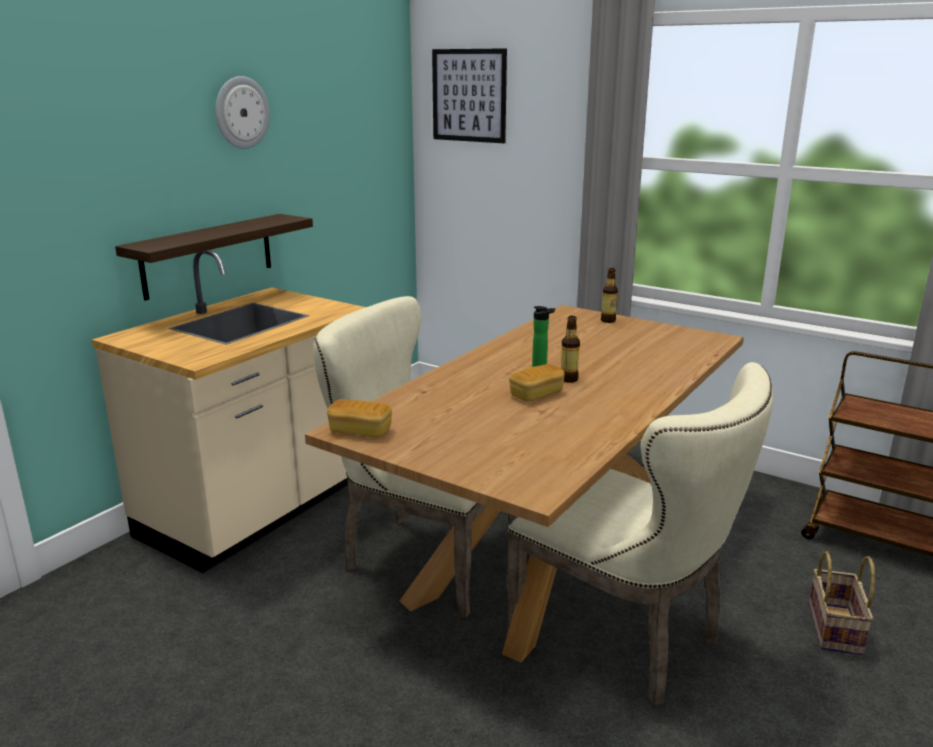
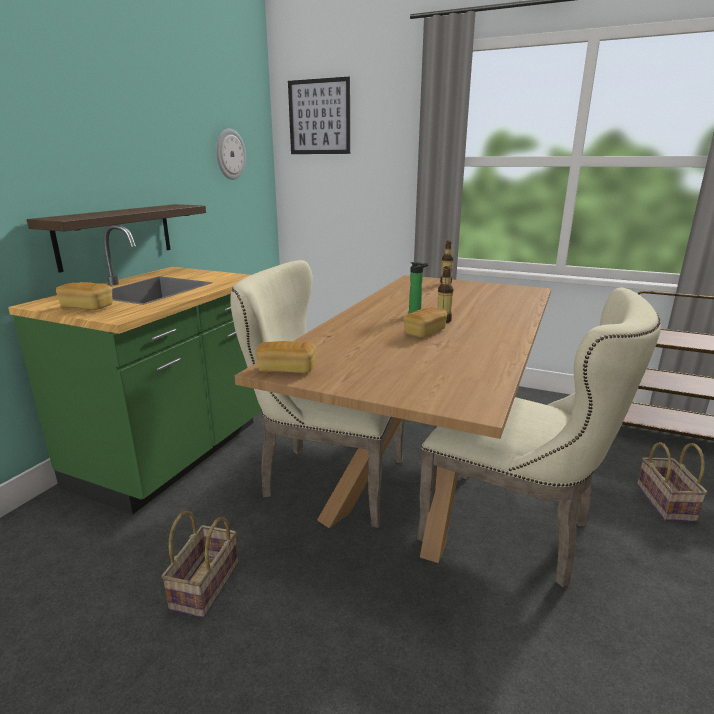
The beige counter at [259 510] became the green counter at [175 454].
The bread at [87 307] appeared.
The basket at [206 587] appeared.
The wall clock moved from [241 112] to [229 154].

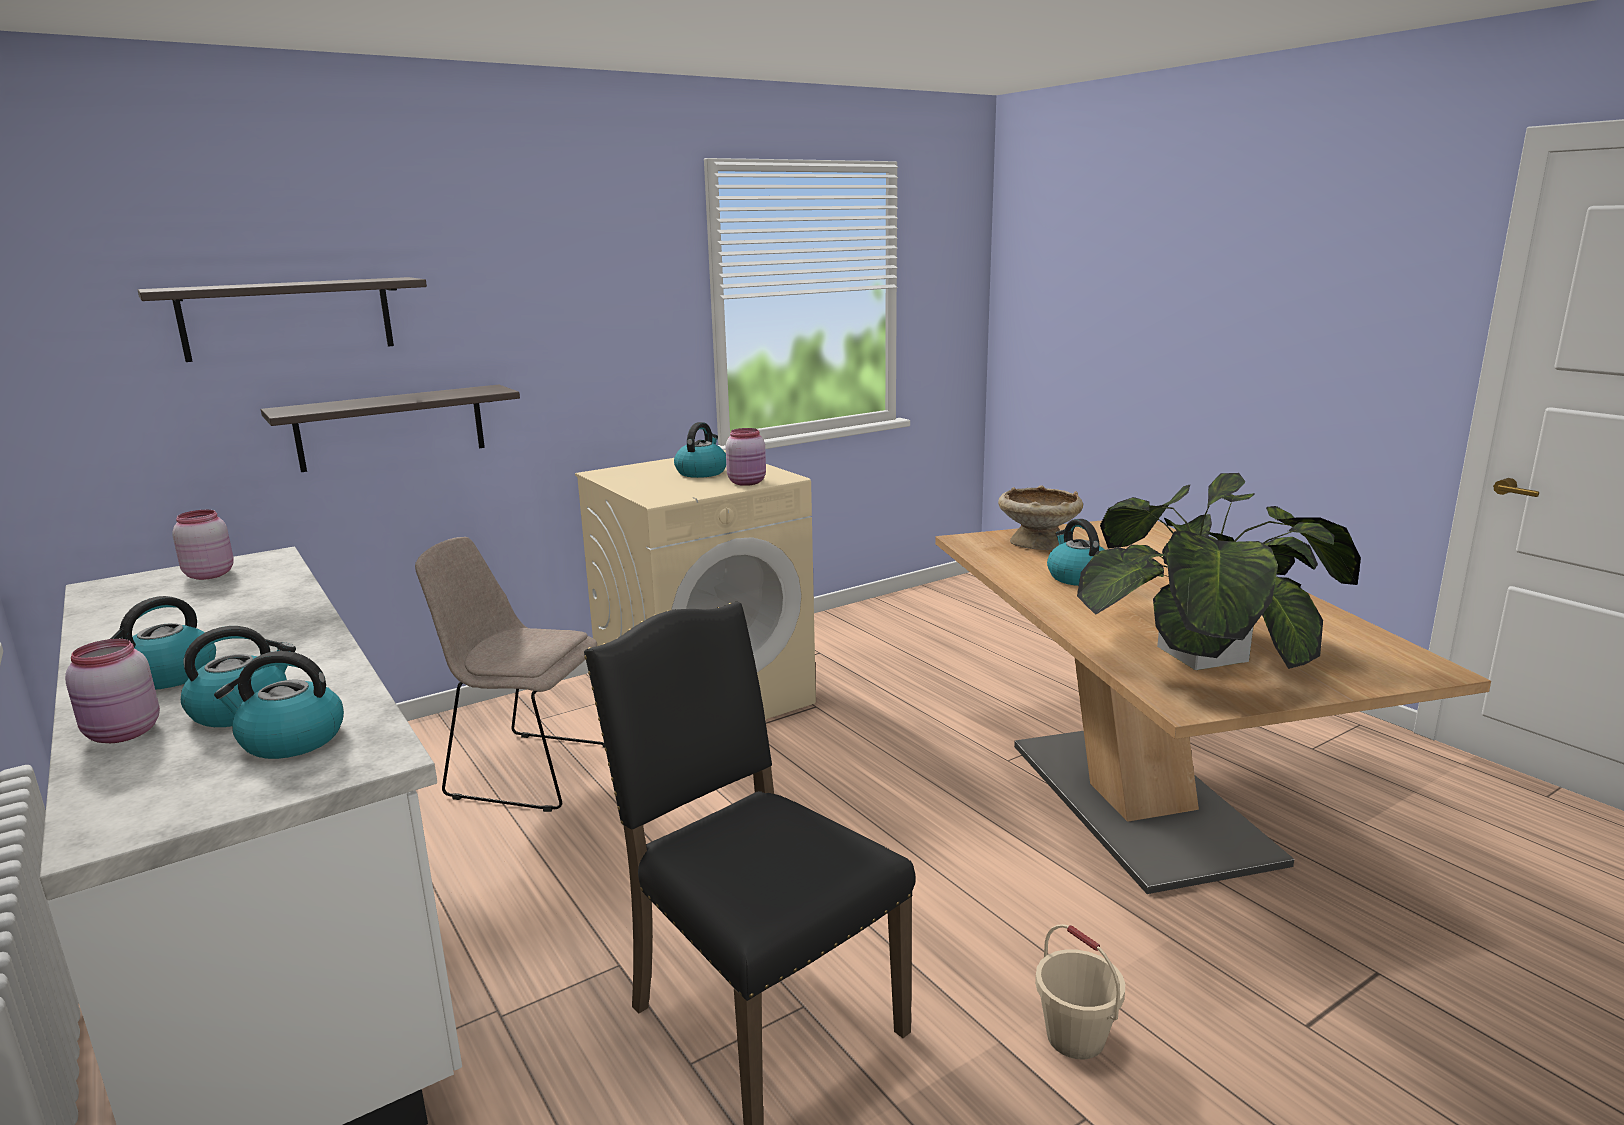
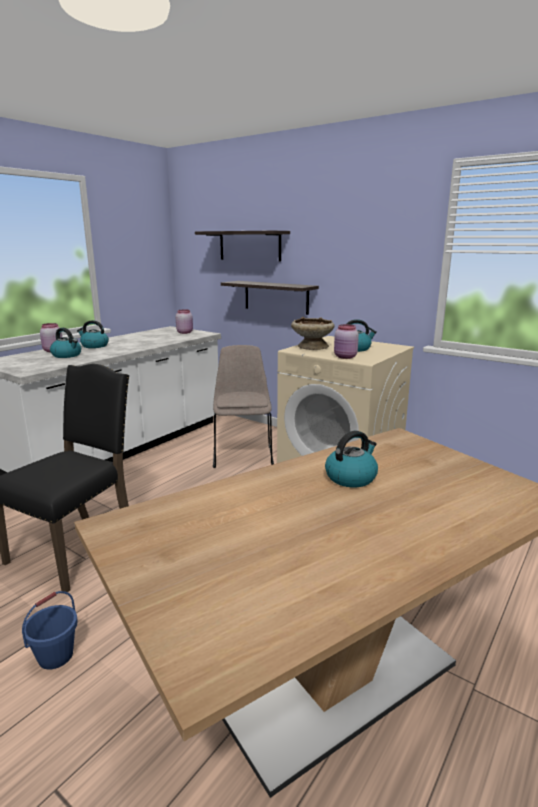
The beige bucket at [1076 1037] became the blue bucket at [56 656].
The beige bowl moved from [1038 543] to [312 347].
The kettle at [290 740] disappeared.
The potted plant at [1201 653] disappeared.

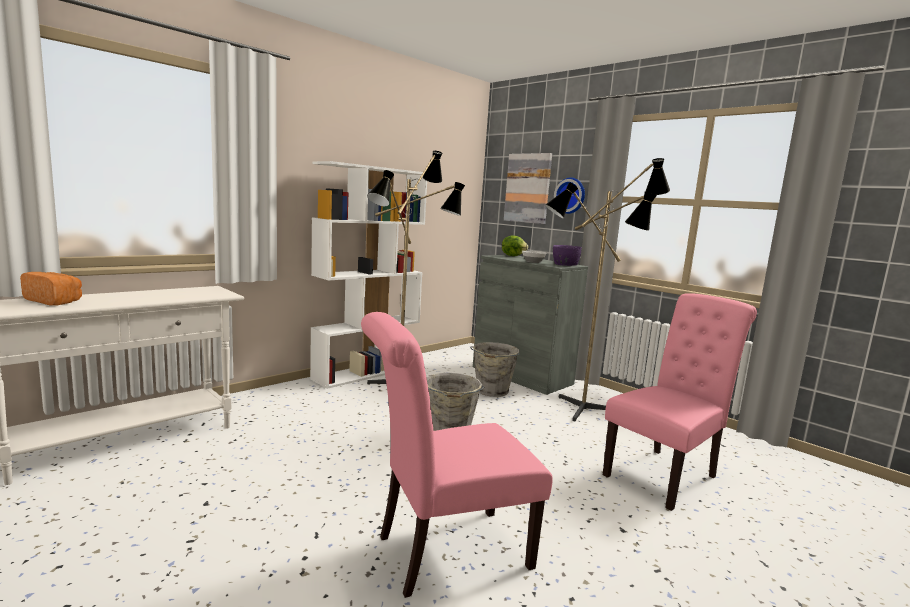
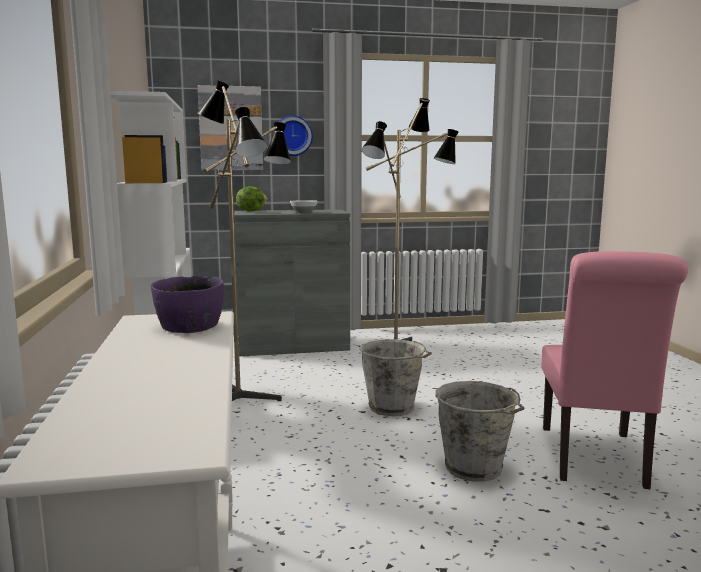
The purple bowl moved from [565 264] to [189 326].
The grey bucket moved from [492 391] to [475 469].
The bread at [55 301] disappeared.
The pink chair at [665 474] disappeared.

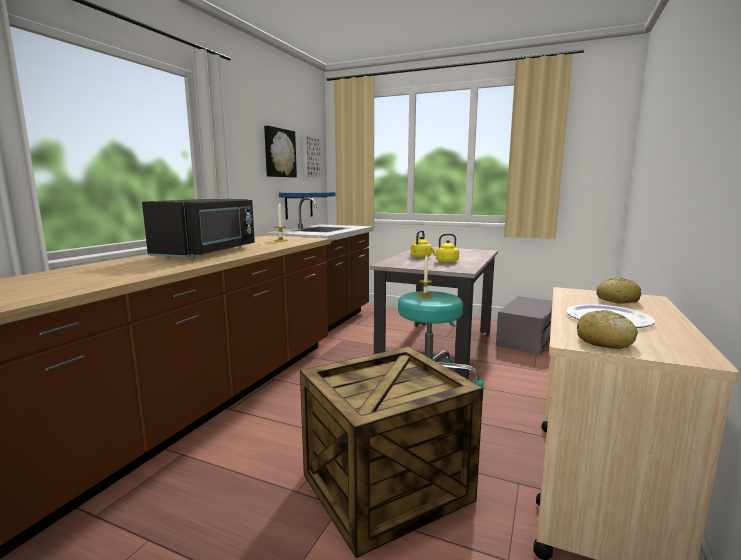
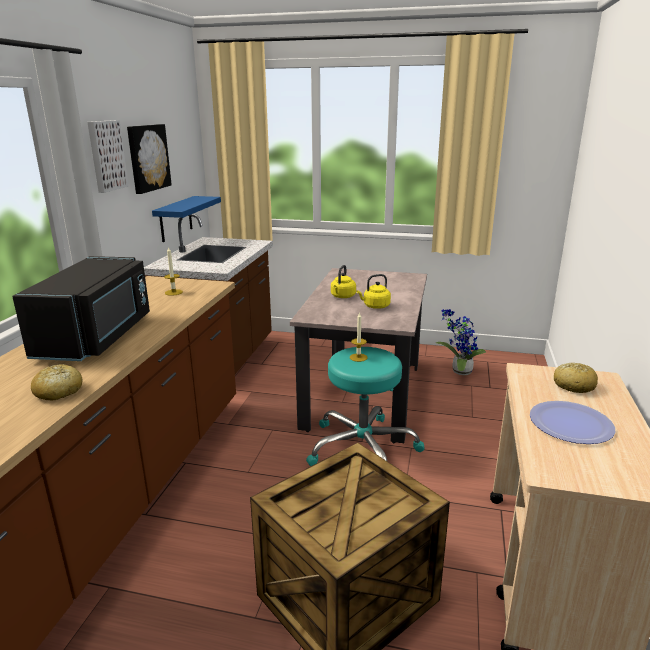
The bread moved from [604 341] to [58 391].
The picture moved from [310 157] to [106 155].
The grey microwave at [527 339] was replaced by the potted plant at [459 371].

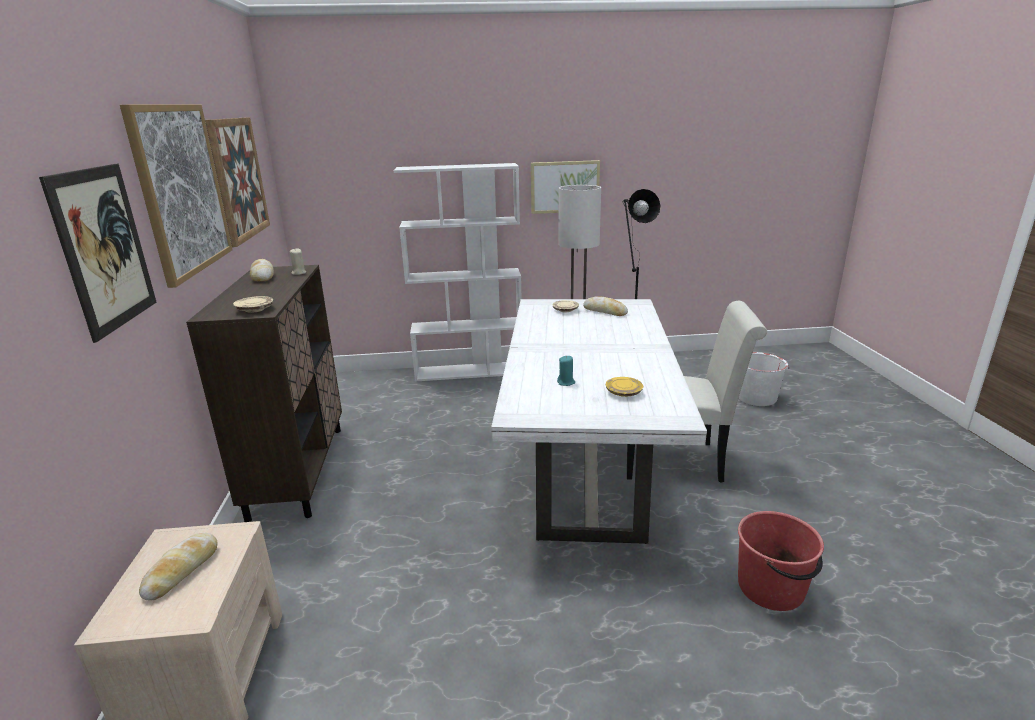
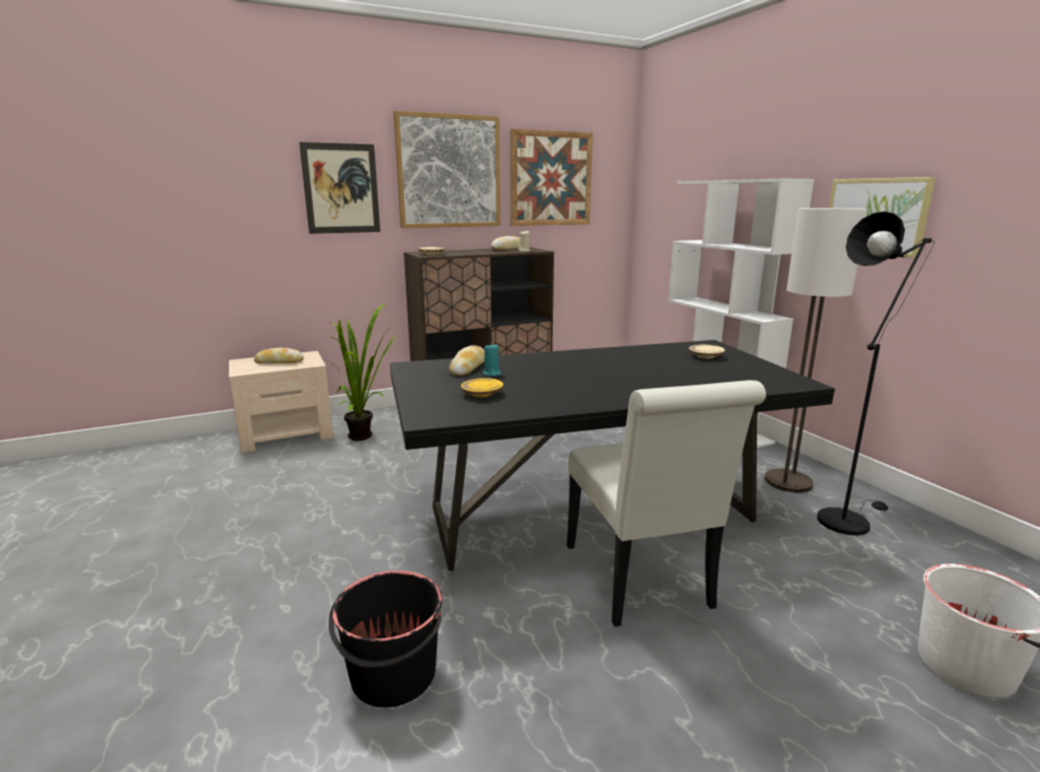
The red bucket at [772 588] became the black bucket at [393 676].
The potted plant at [366 435] appeared.
The white dining table at [587 460] became the black dining table at [589 516].
The bread moved from [605 311] to [468 367].

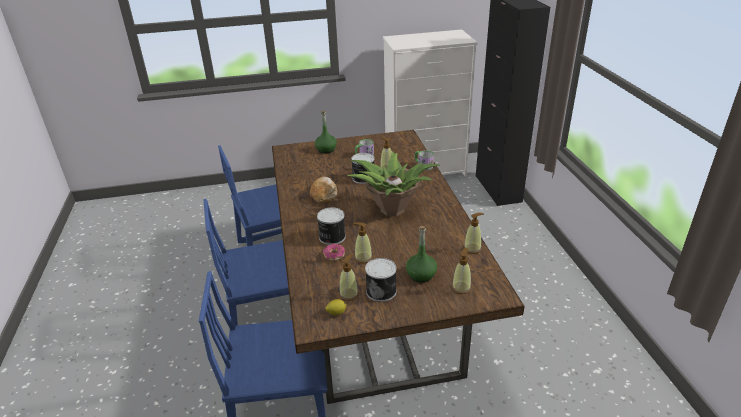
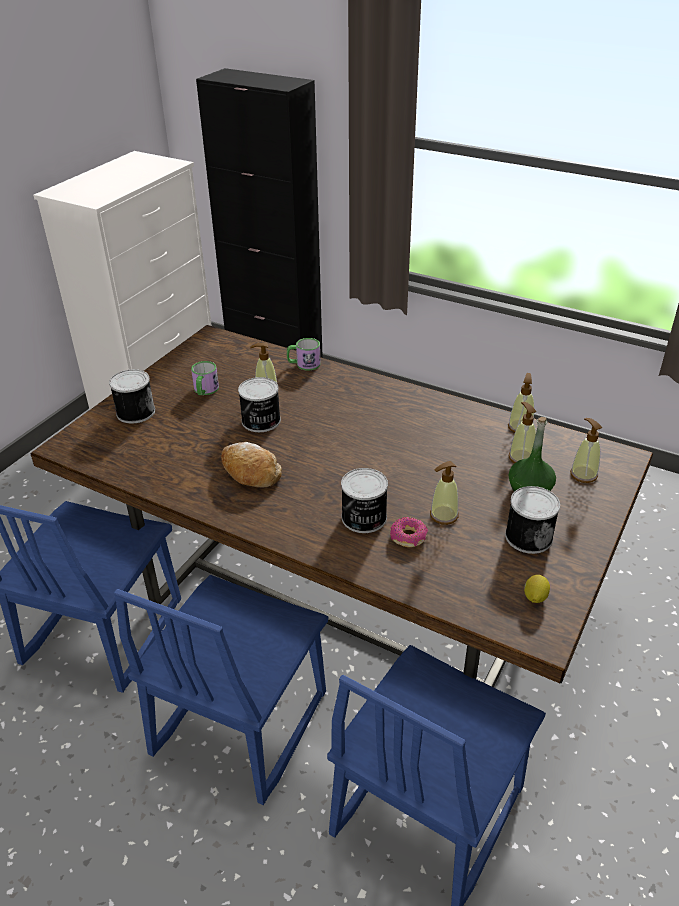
The green bottle at [326 149] was replaced by the can at [134 412].
The soap dispenser moved from [349 294] to [521 457].
The potted plant at [391 208] disappeared.

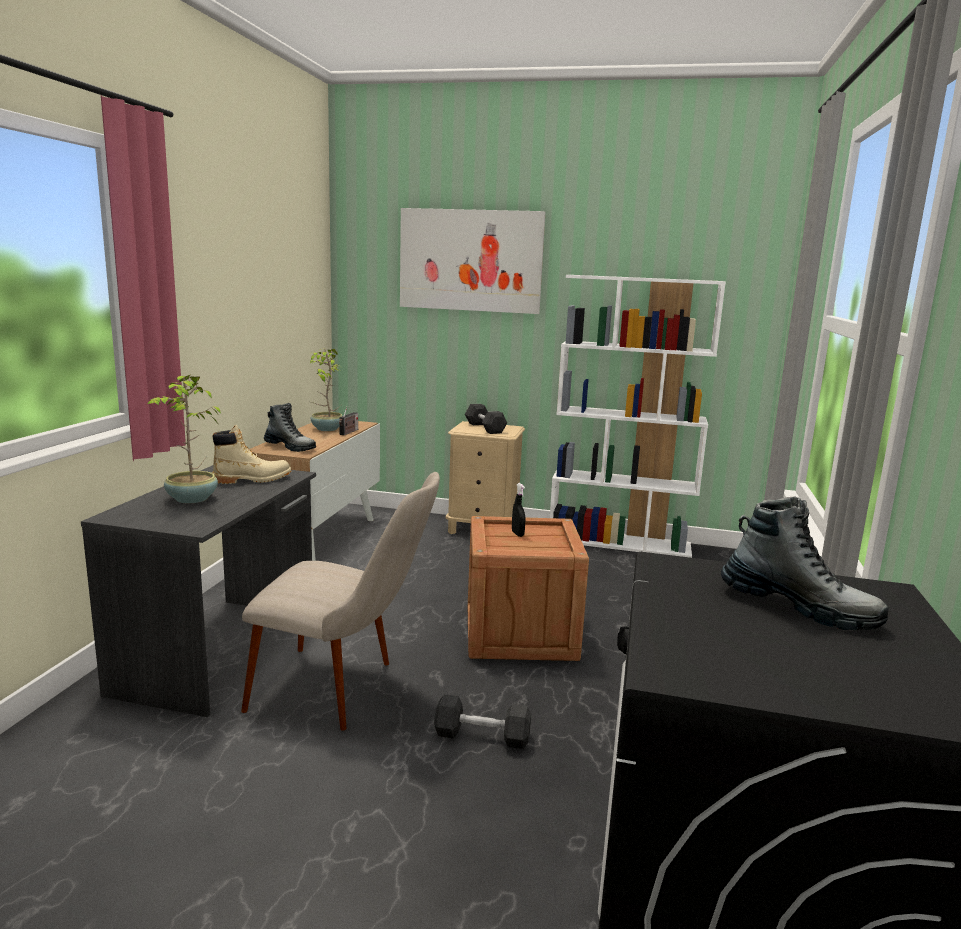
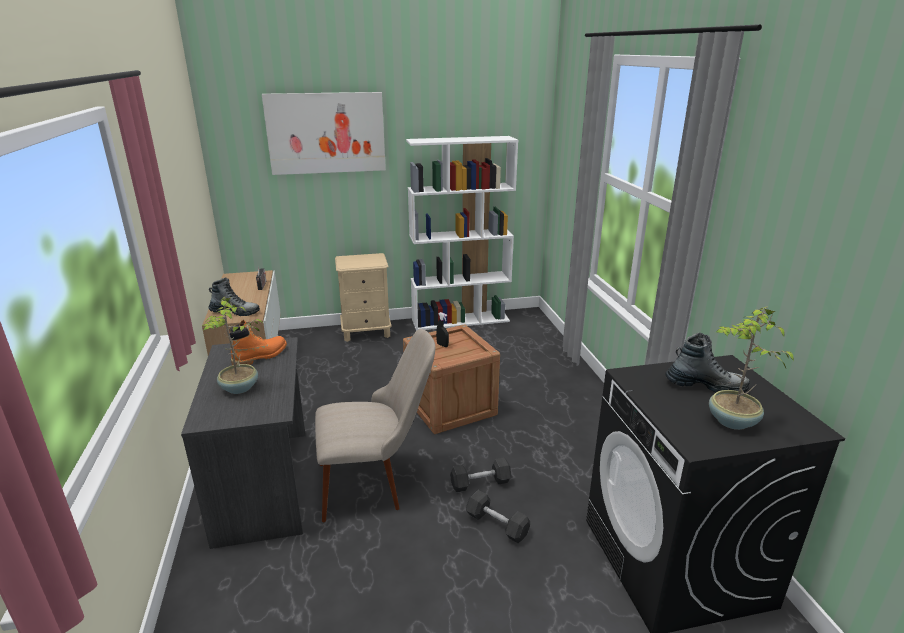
The beige boot at [252 479] became the orange boot at [260 356].
The grey dumbbell moved from [485 428] to [497 524].
The potted plant moved from [326 429] to [731 422].

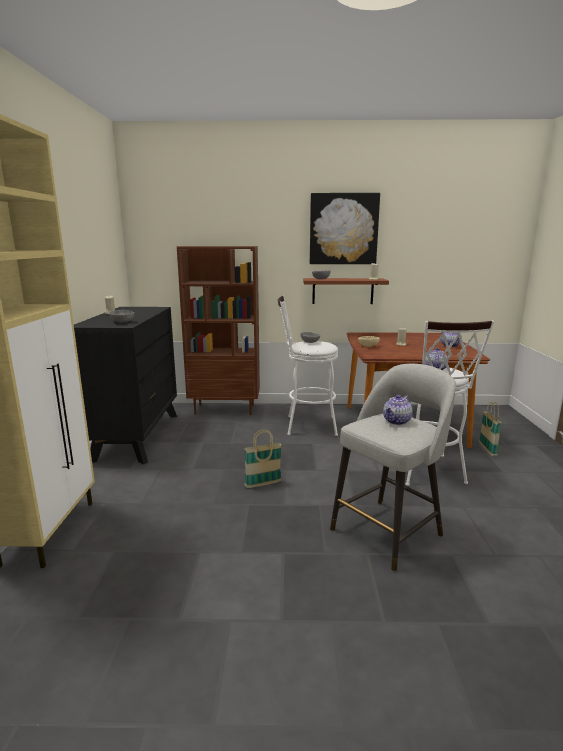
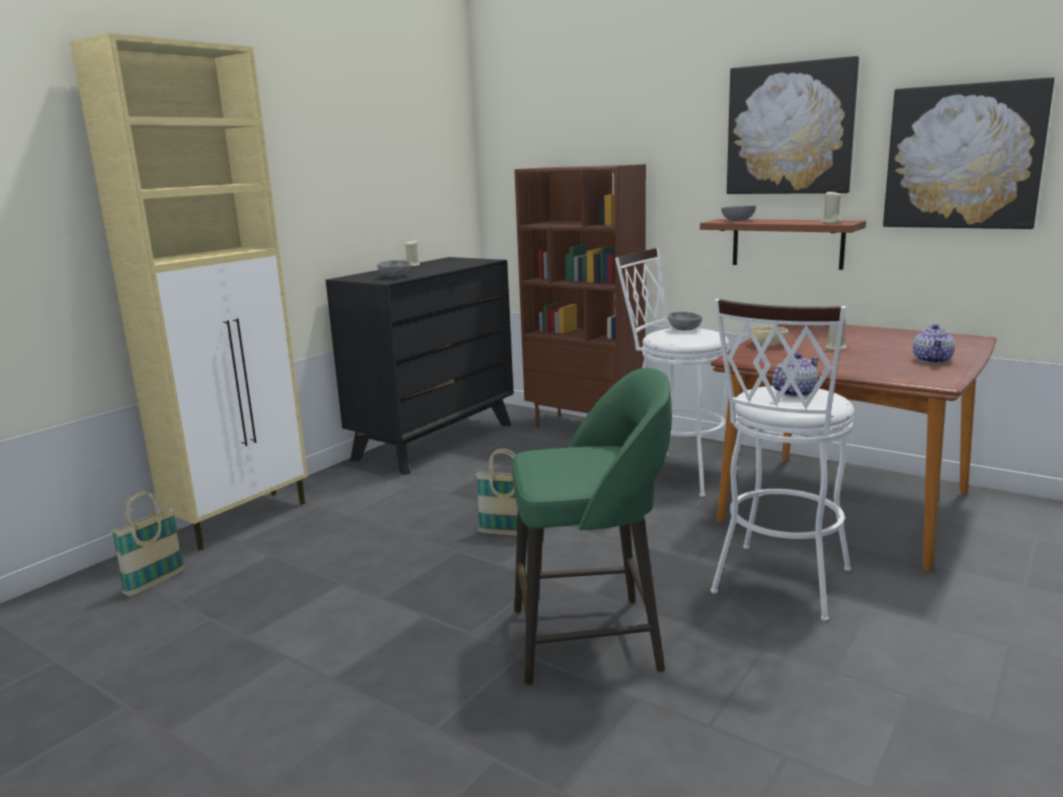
The basket moved from [487 449] to [155 583].
The grey stool at [388 531] became the green stool at [590 638].
The picture at [963 157] appeared.
The teapot at [397 421] disappeared.

